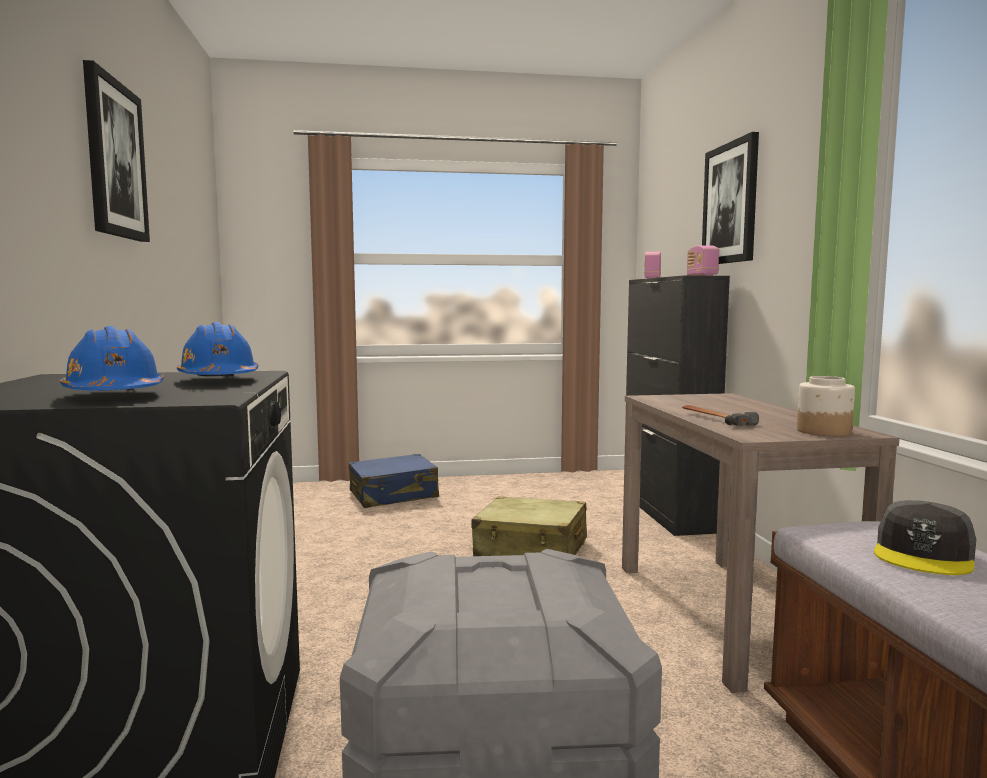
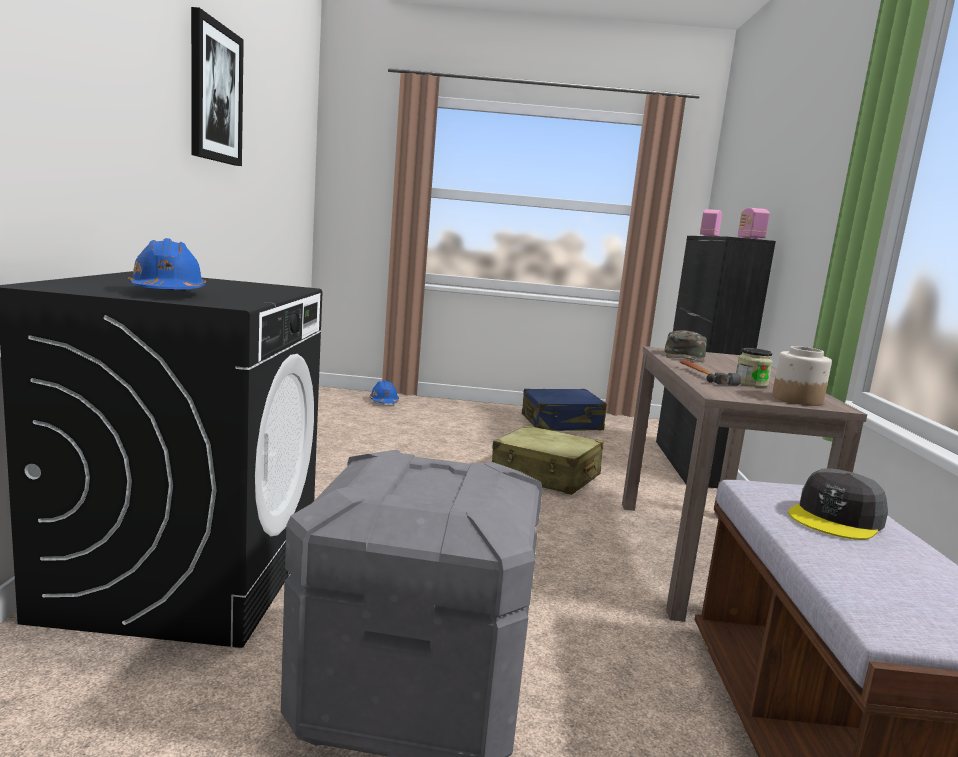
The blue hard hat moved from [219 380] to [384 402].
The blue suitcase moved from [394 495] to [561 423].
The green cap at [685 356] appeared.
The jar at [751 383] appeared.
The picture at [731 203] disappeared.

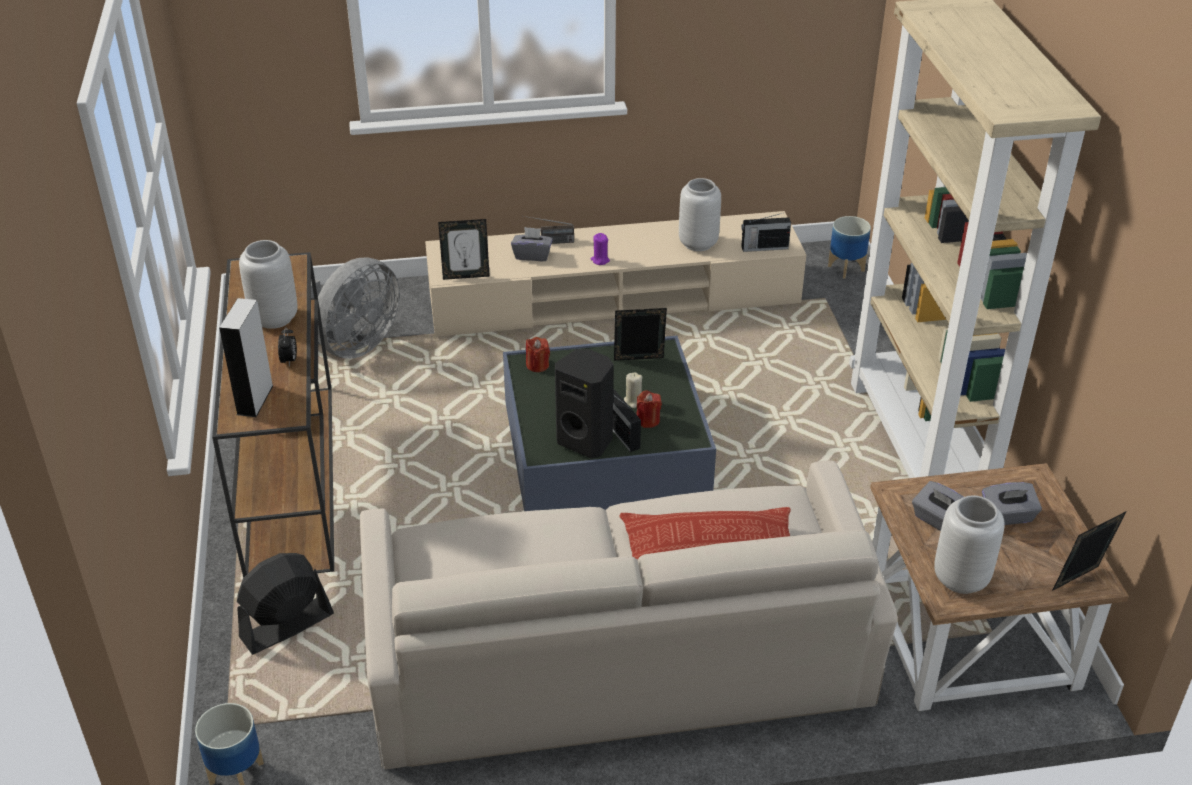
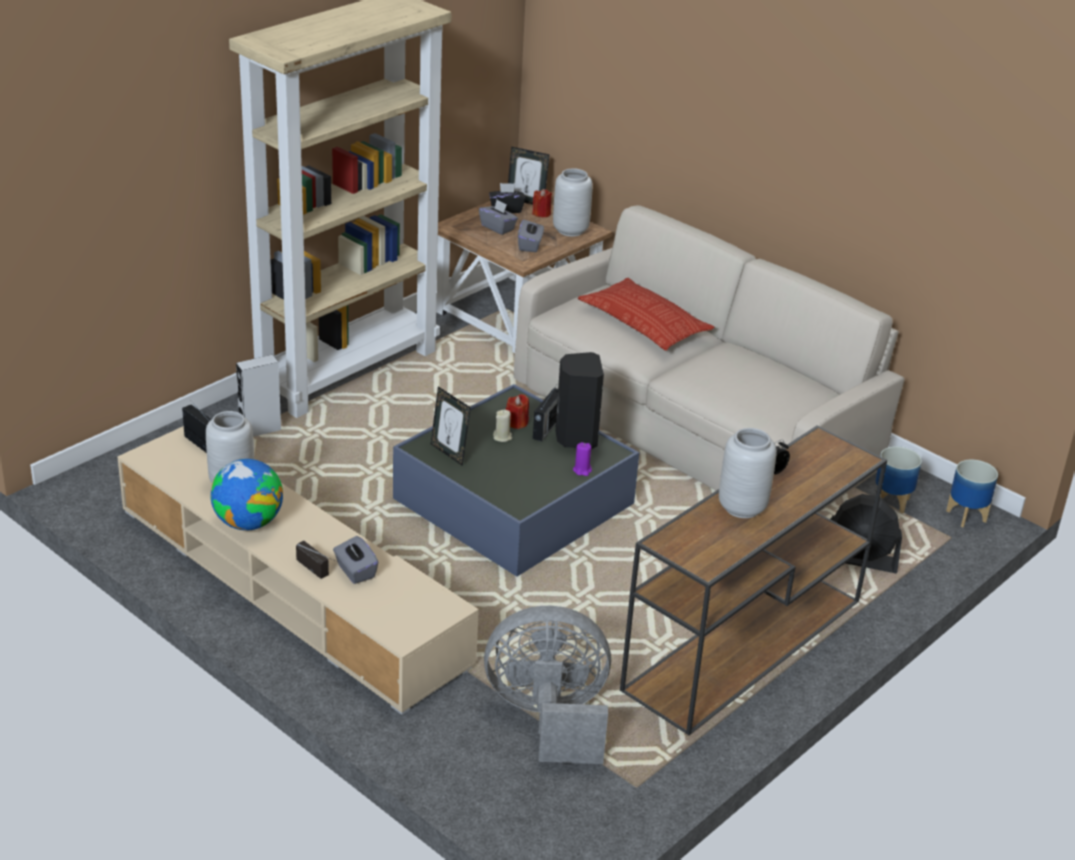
The globe at [248 522] appeared.
The grey speaker moved from [255 399] to [260 431].
The black tissue box at [506 209] appeared.
The red candle moved from [537 365] to [541 213].
The purple candle moved from [600 260] to [582 470].
The planter moved from [846 268] to [891 502].
The picture frame at [466 275] disappeared.

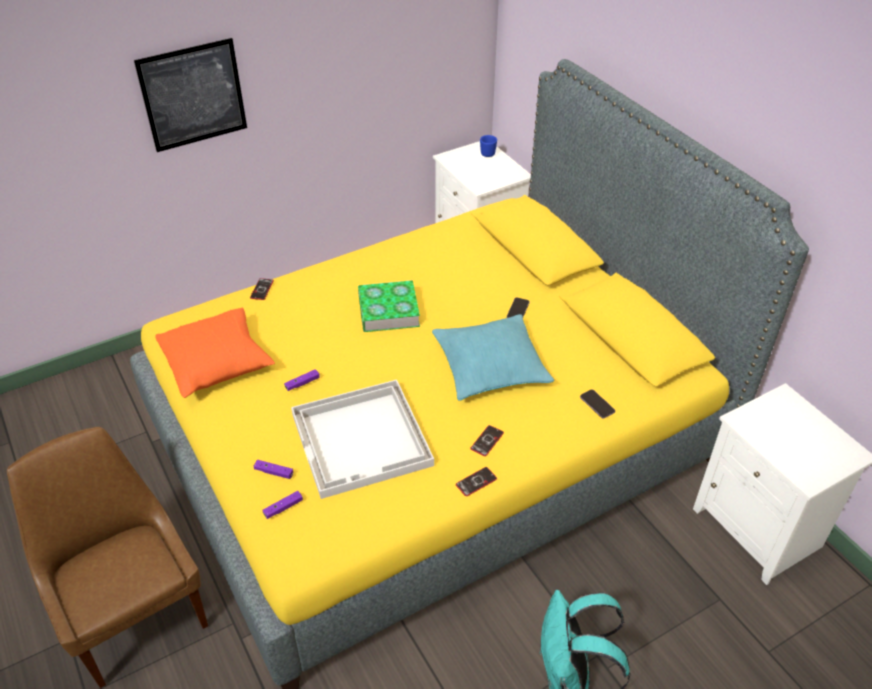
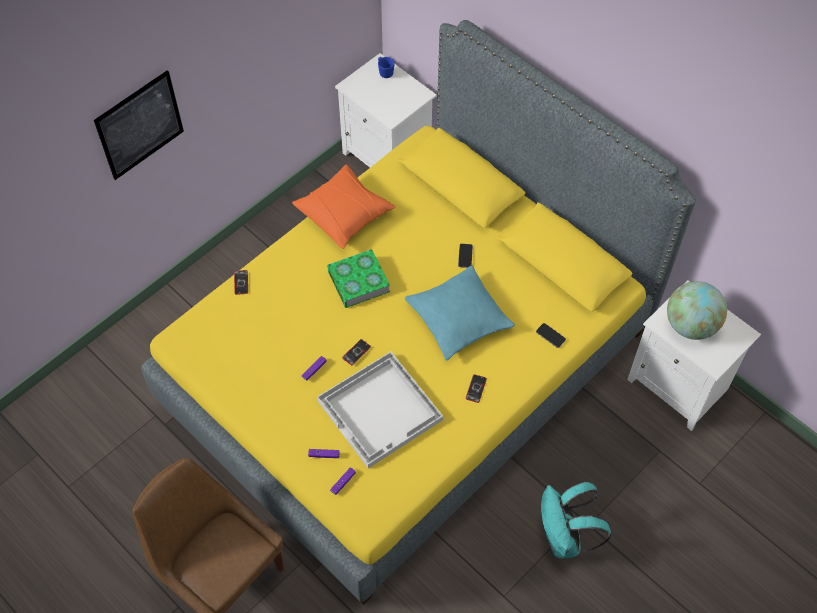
The orange pillow moved from [217 363] to [344 214].
The phone moved from [476 482] to [356 352].
The globe at [691 325] appeared.

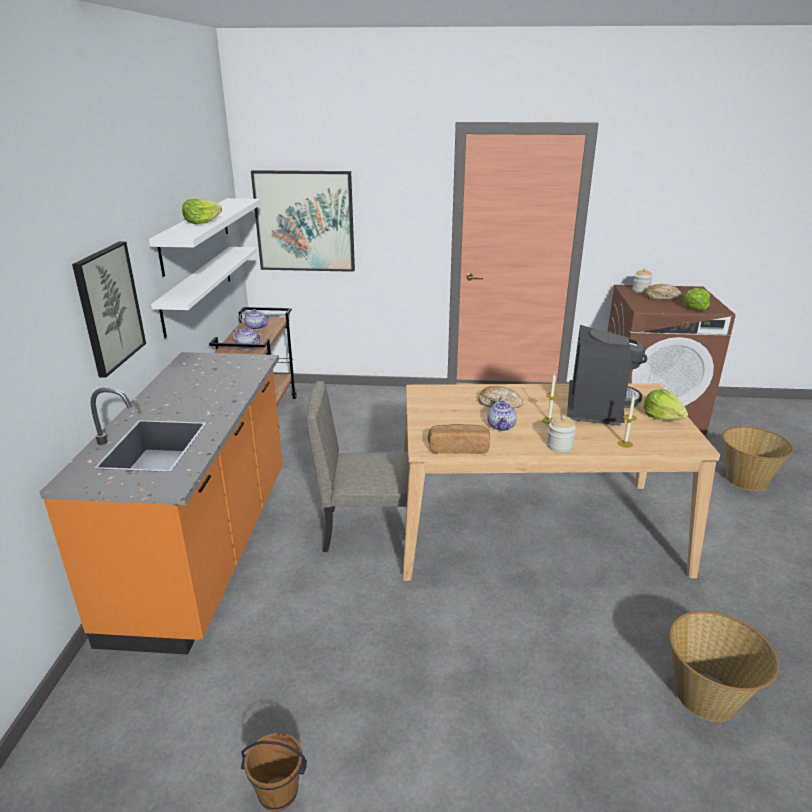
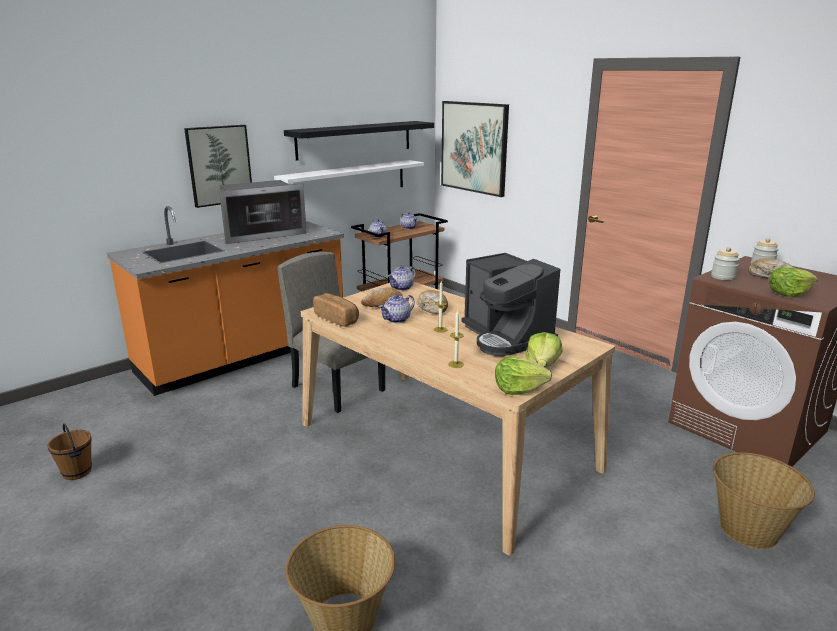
The microwave at [261 234] appeared.
The white shelf at [196 234] became the black shelf at [355 139].
The bread at [383 304] appeared.
The teapot at [402 288] appeared.
The coffee machine at [598 406] turned 90 degrees clockwise.
The lettuce moved from [202 222] to [518 388].
The jar moved from [559 446] to [723 277].

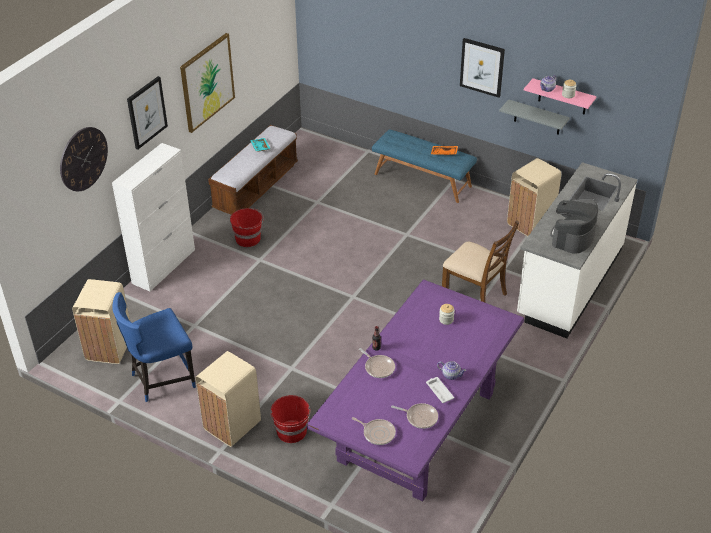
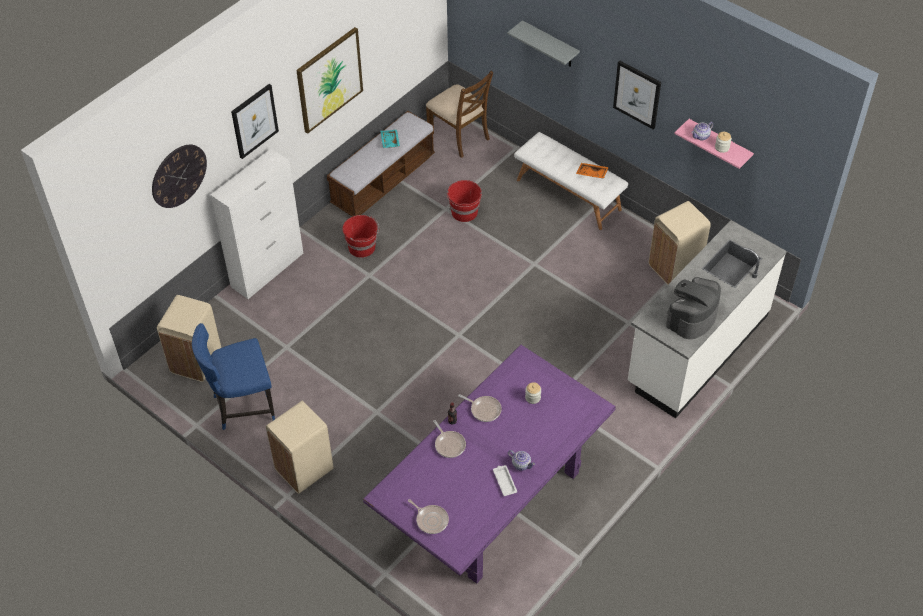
The brown chair moved from [475 294] to [459 136].
The red bucket moved from [292 432] to [464 212].
The frying pan moved from [420 417] to [484 409].
The grey shelf moved from [537 117] to [550 45].
The blue bench at [423 180] became the white bench at [569 194].

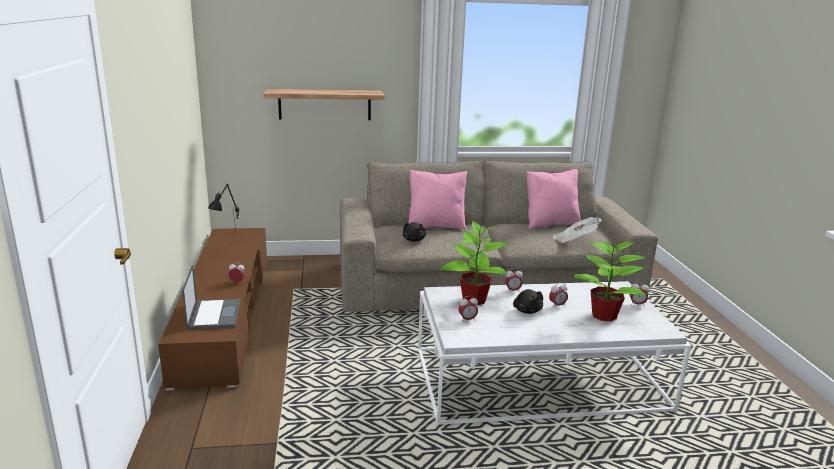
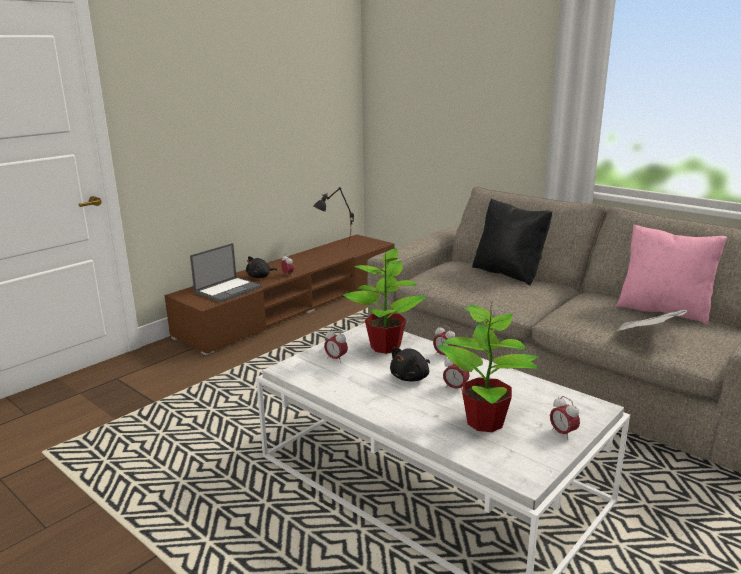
The black plush toy moved from [414 240] to [260 277].
The pink pillow at [436 225] became the black pillow at [508 273].
The shelf at [325 104] disappeared.

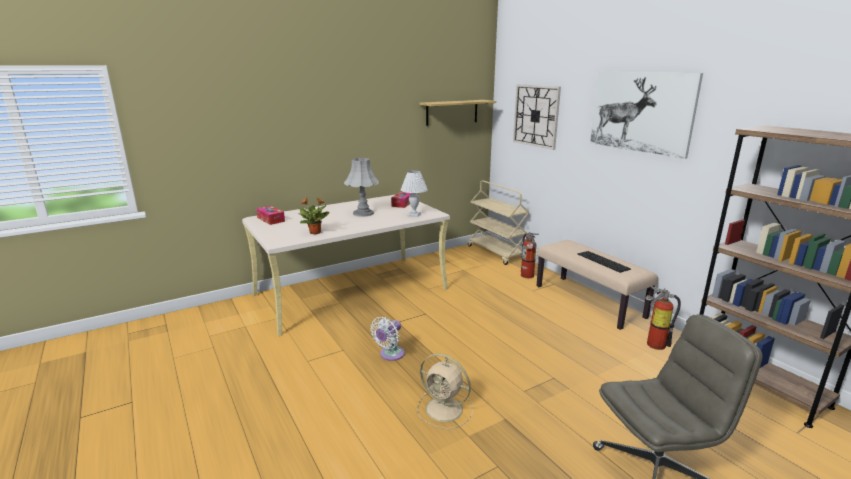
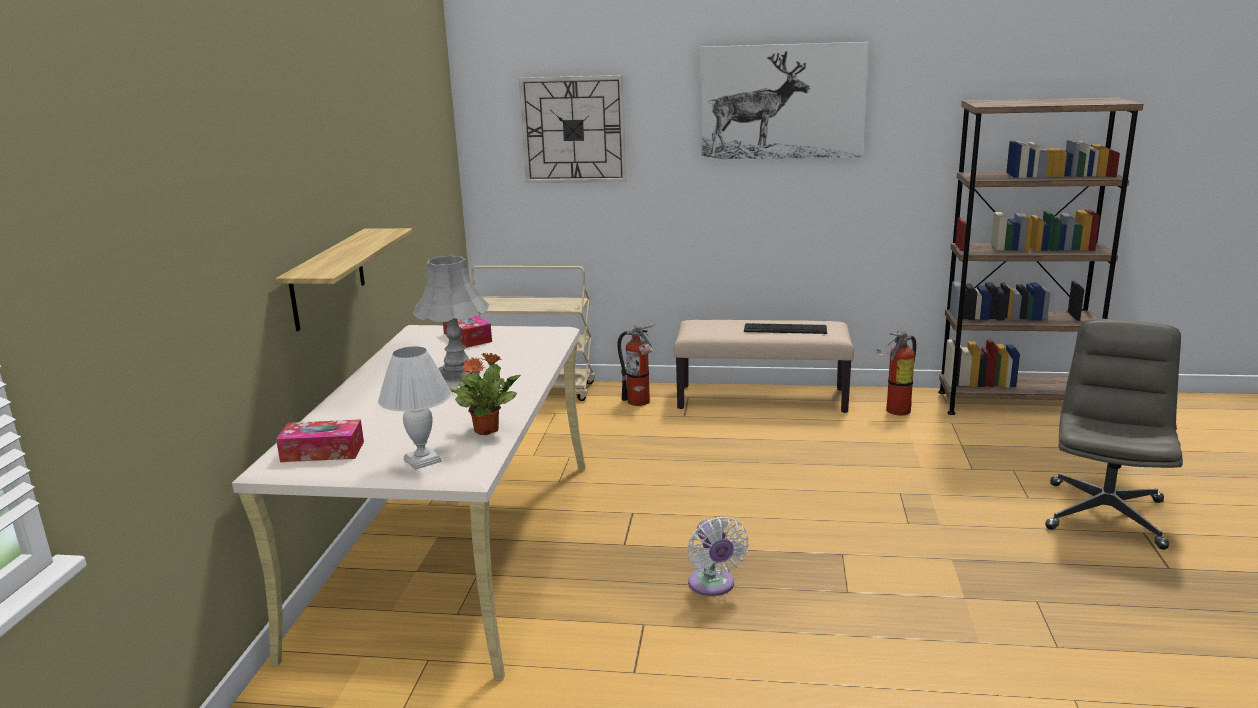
The shelf moved from [452 112] to [328 278].
The white table lamp moved from [414 215] to [421 460].
The beige fan at [445 410] disappeared.

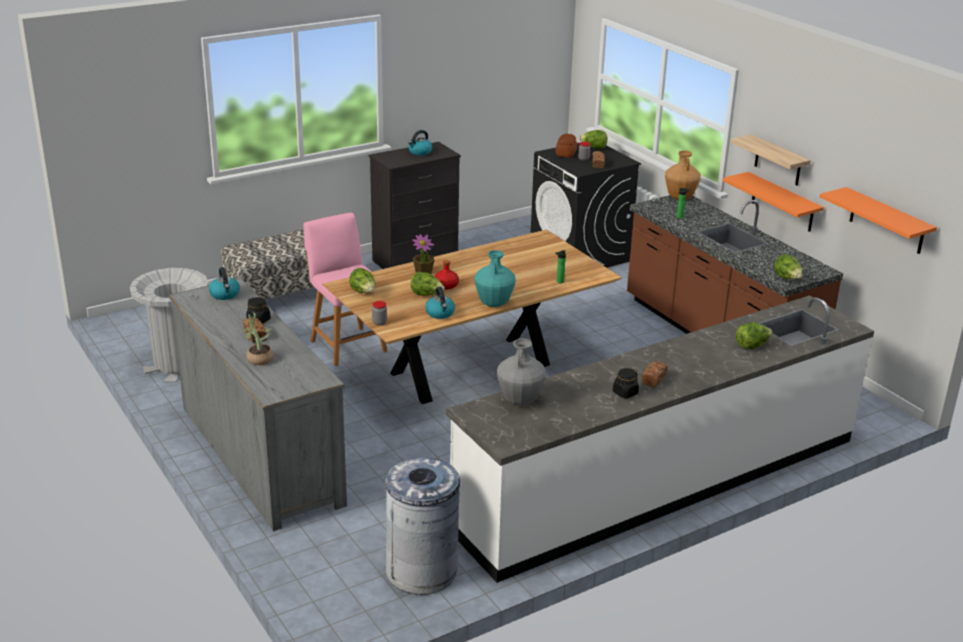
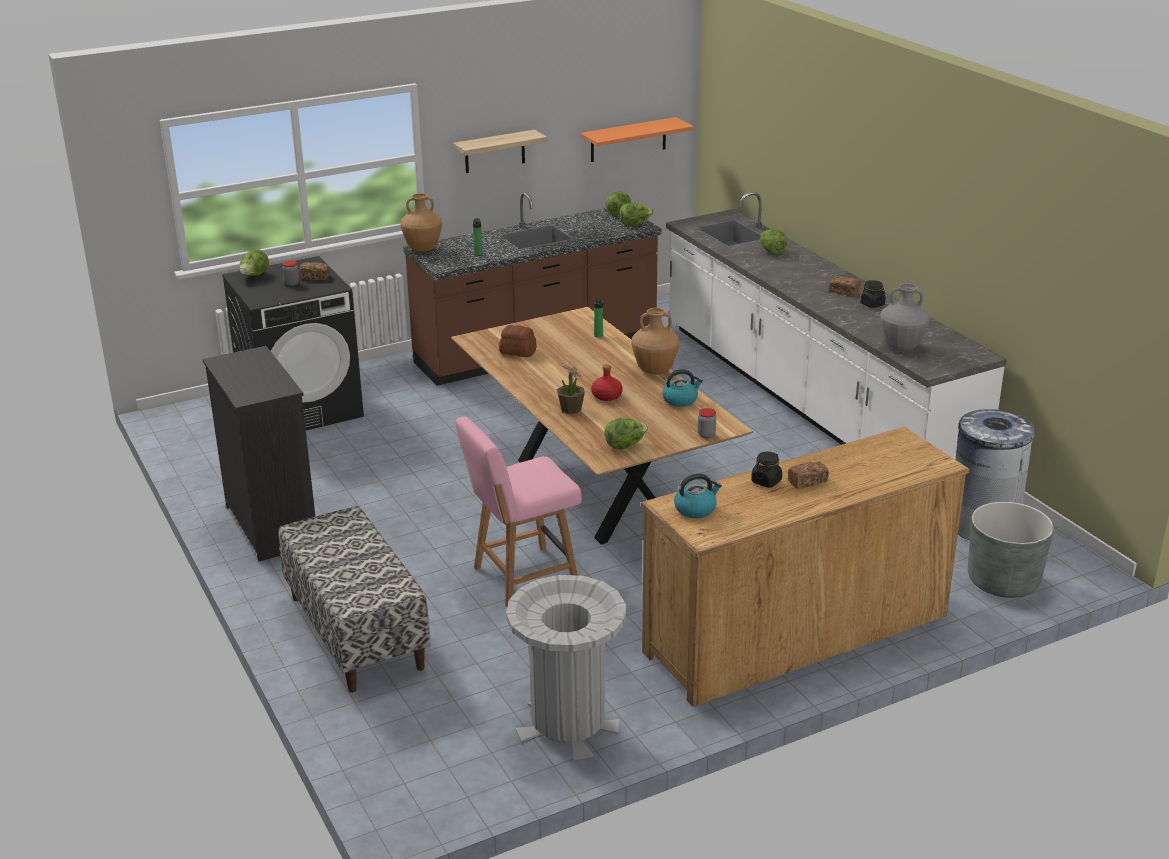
The bread moved from [566 153] to [517 351].
The lettuce moved from [426 295] to [618 212].
The turquoise vase at [494 303] became the brown vase at [654 371].
The grey dresser at [260 454] became the brown dresser at [796 633].
The grey planter at [1003 581] appeared.
The potted plant at [258 358] disappeared.
The kettle at [420 152] disappeared.
The orange shelf at [782 202] disappeared.

